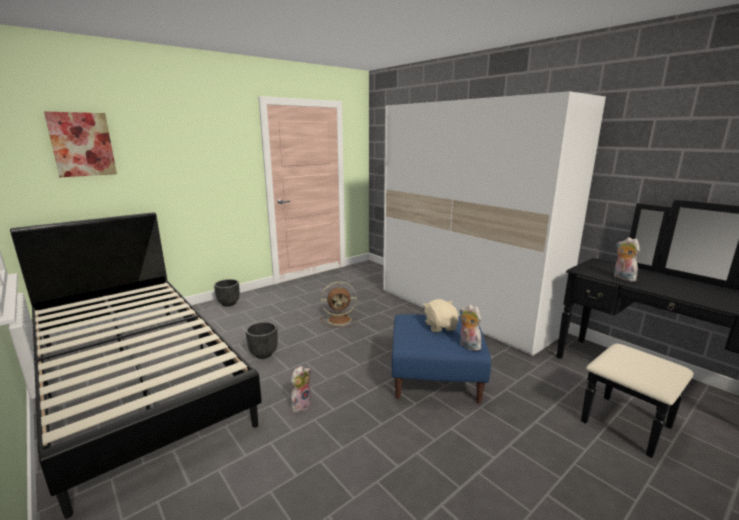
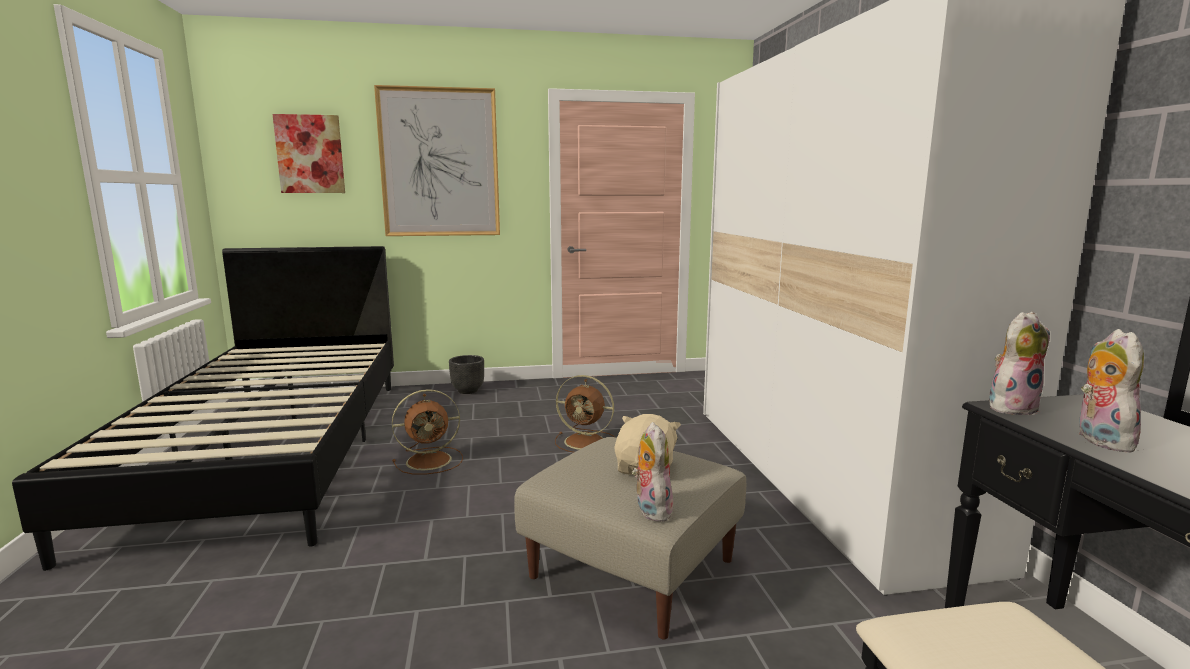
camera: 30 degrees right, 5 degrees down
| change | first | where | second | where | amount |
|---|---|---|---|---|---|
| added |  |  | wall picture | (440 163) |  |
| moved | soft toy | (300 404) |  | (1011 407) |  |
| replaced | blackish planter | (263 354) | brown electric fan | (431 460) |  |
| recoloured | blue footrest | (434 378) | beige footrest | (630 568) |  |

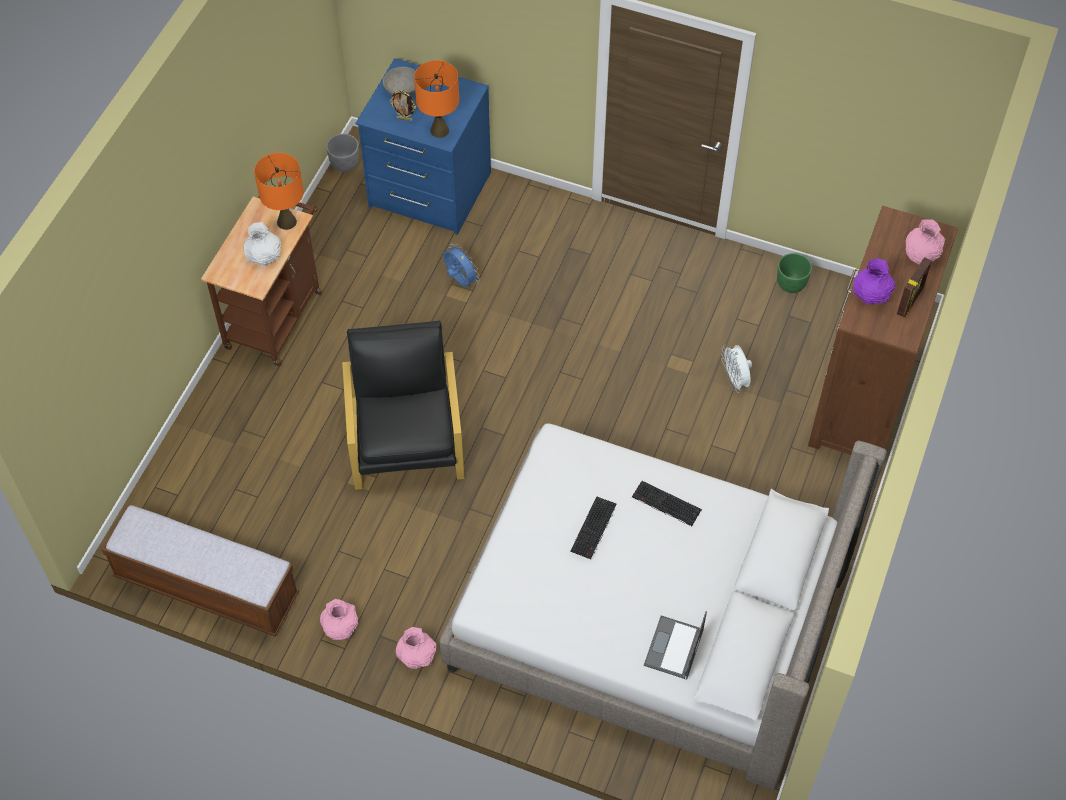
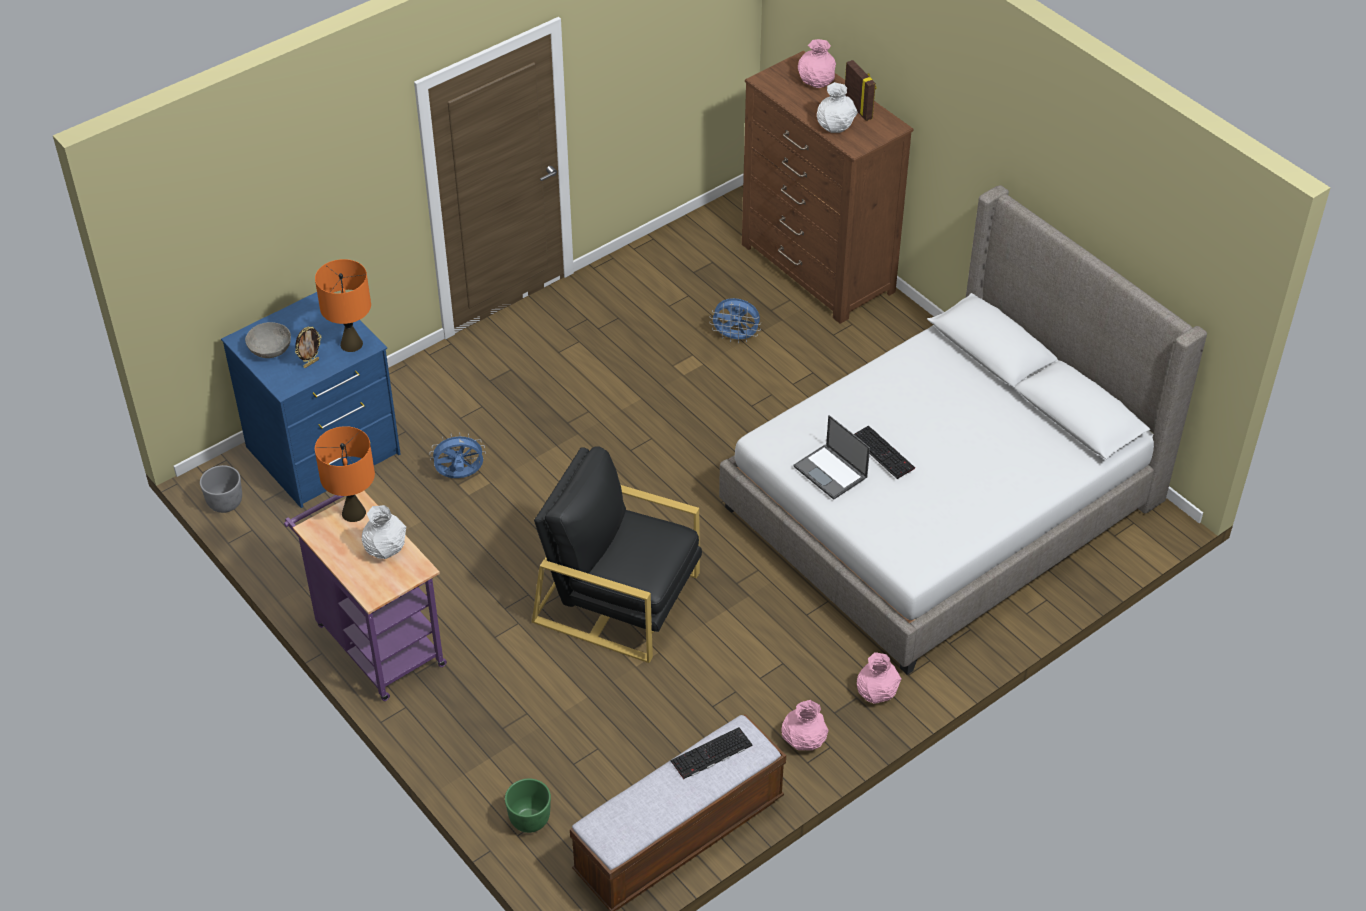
camera: 60 degrees left, 10 degrees down
| change | first | where | second | where | amount |
|---|---|---|---|---|---|
| moved | keyboard | (665 504) |  | (711 754) |  |
| moved | portable computer | (673 648) |  | (831 472) |  |
| moved | greenish planter | (790 284) |  | (529 820) |  |
| recoloured | brown trolley | (276 314) | purple-coloured trolley | (375 640) |  |
| recoloured | white-coloured electric fan | (735 381) | blue electric fan | (736 337) |  |
| recoloured | purple-coloured flower vase | (871 296) | white-coloured flower vase | (835 126) |  |

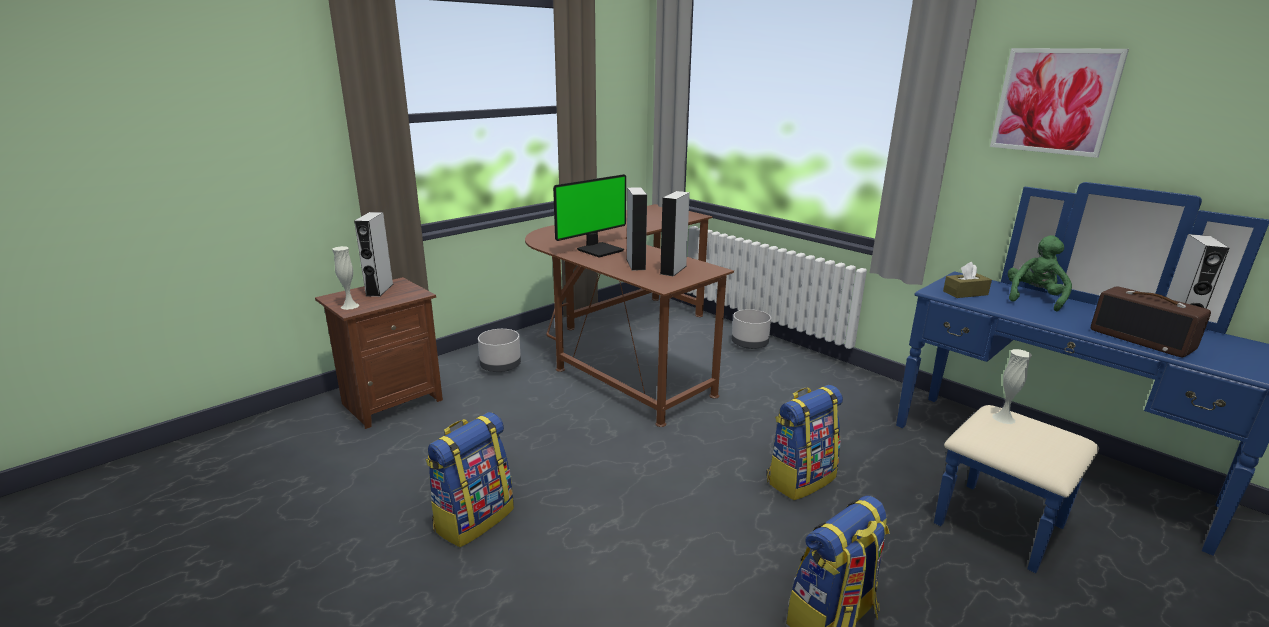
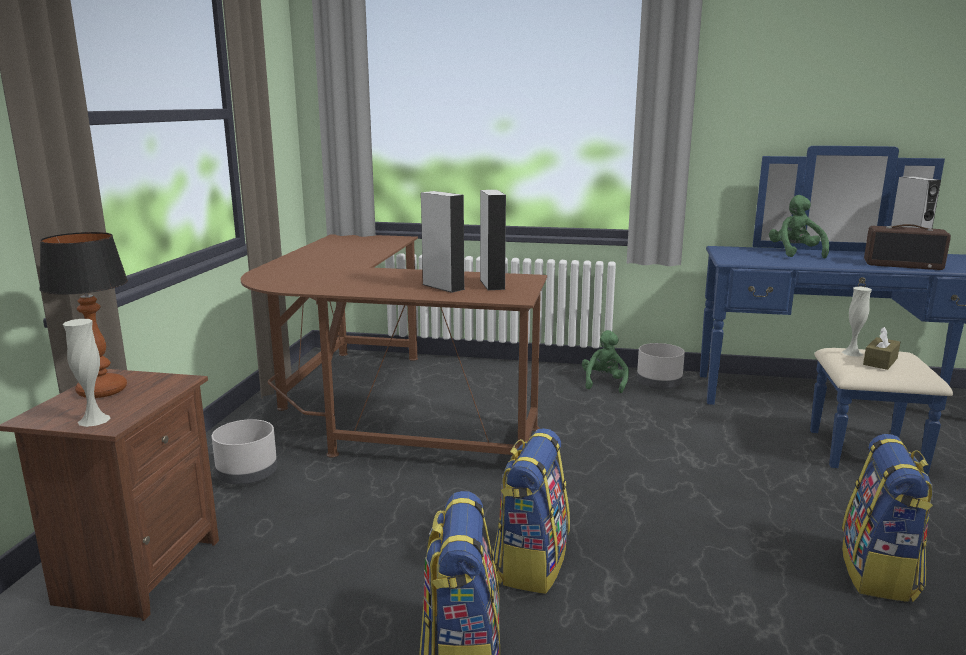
camera: 35 degrees left, 5 degrees down
| change | first | where | second | where | amount |
|---|---|---|---|---|---|
| removed | computer display | (599 250) |  |  |  |
| removed | wall picture | (1054 101) |  |  |  |
| added |  |  | greenish soft toy | (604 383) |  |
| moved | greyish planter | (750 344) |  | (659 384) |  |
| moved | backpack | (800 479) |  | (531 563) |  |
| moved | brown tissue box | (965 293) |  | (880 361) |  |
| replaced | greyish speaker | (379 290) | table lamp | (102 390) |  |

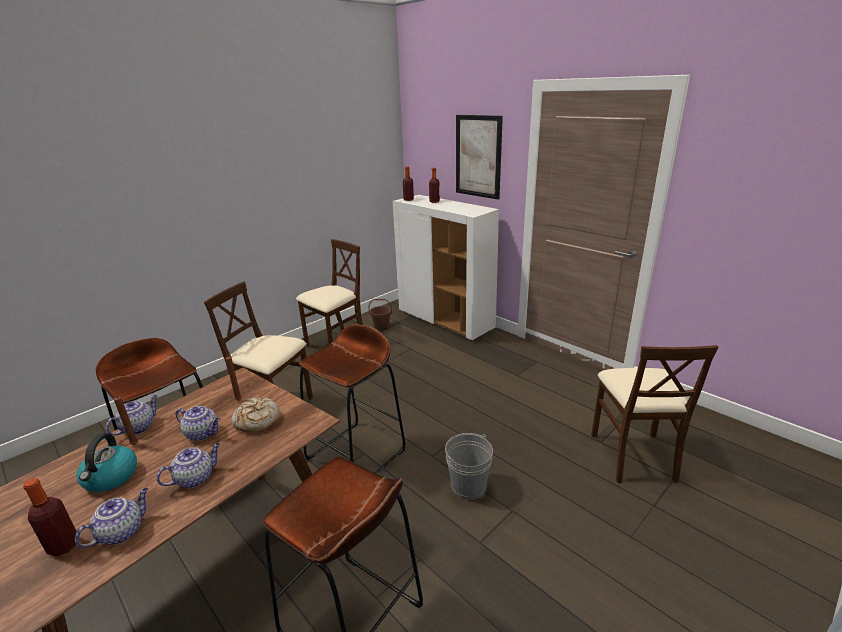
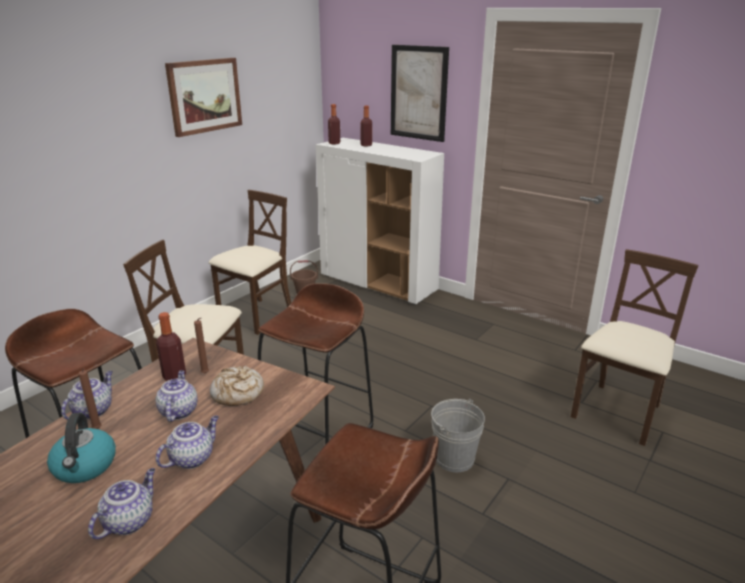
camera: 10 degrees left, 0 degrees up
| change | first | where | second | where | amount |
|---|---|---|---|---|---|
| added |  |  | wall picture | (204 96) |  |
| moved | beverage bottle | (63 546) |  | (174 376) |  |
| turned | pot for tea | (203 433) |  | (178 411) | 105 degrees counterclockwise |
| turned | beige plain chair | (633 455) |  | (617 413) | 135 degrees counterclockwise |

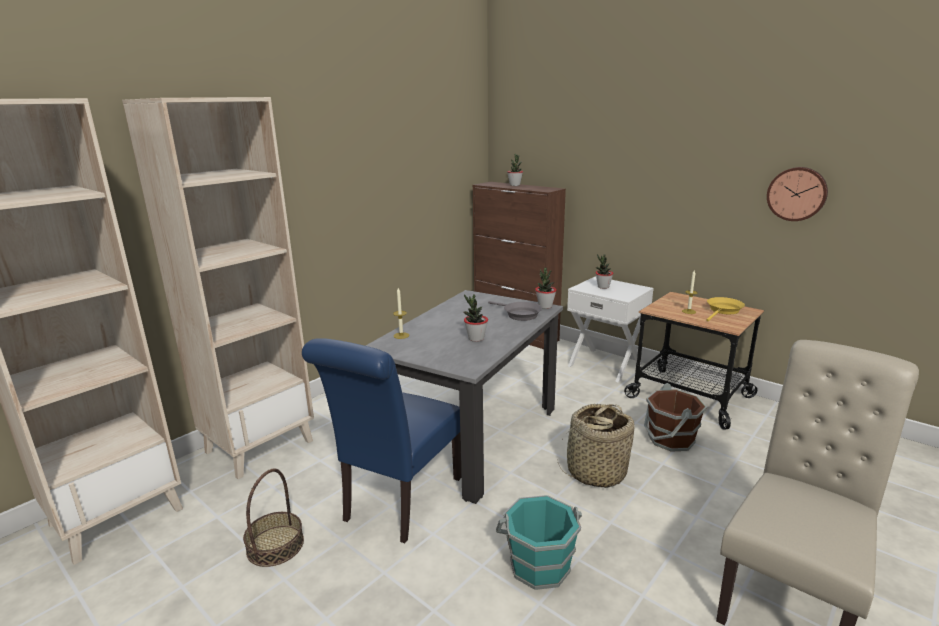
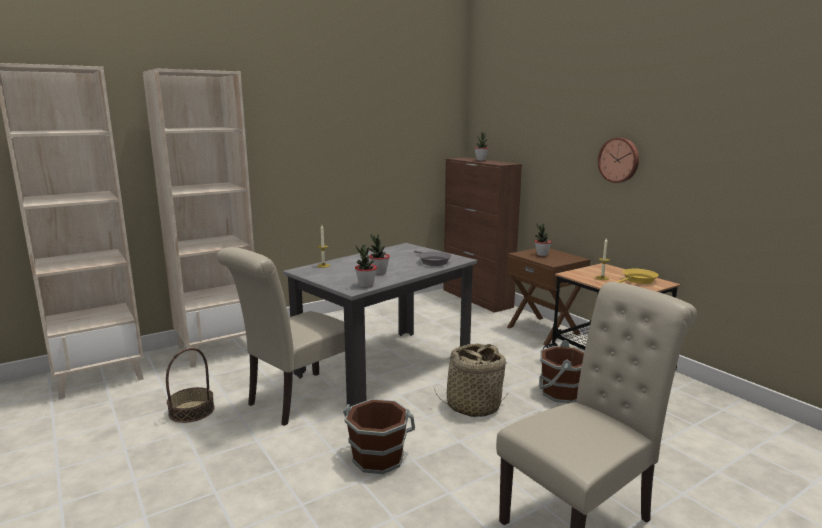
camera: 15 degrees right, 5 degrees down
| change | first | where | second | where | amount |
|---|---|---|---|---|---|
| moved | potted plant | (545 306) |  | (366 285) |  |
| moved | hanging clock | (797 194) |  | (619 160) |  |
| recoloured | blue plain chair | (398 502) | beige plain chair | (296 400) |  |
| recoloured | blue-green pail | (539 565) | brown pail | (378 457) |  |
| recoloured | white-coloured bedside table | (605 364) | brown bedside table | (544 330) |  |

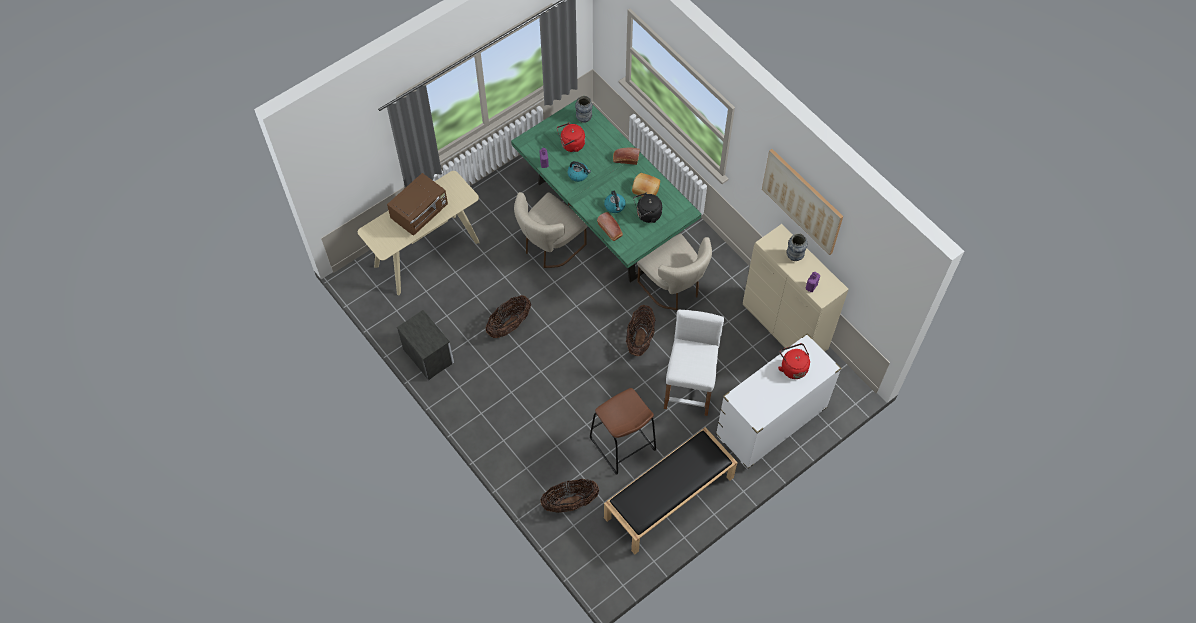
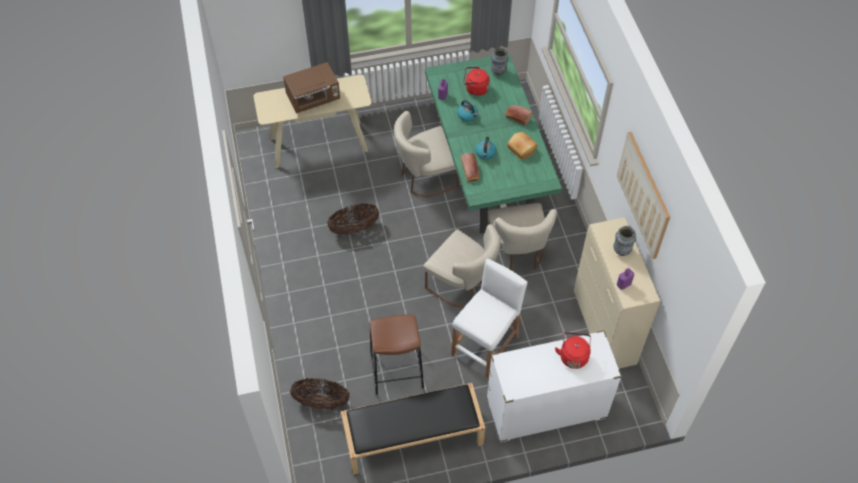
camera: 25 degrees right, 5 degrees down
| change | first | where | second | where | amount |
|---|---|---|---|---|---|
| removed | bedside table | (428 355) |  |  |  |
| removed | blackish water kettle | (647 215) |  |  |  |
| replaced | household basket | (640 339) | beige plain chair | (463 285) |  |

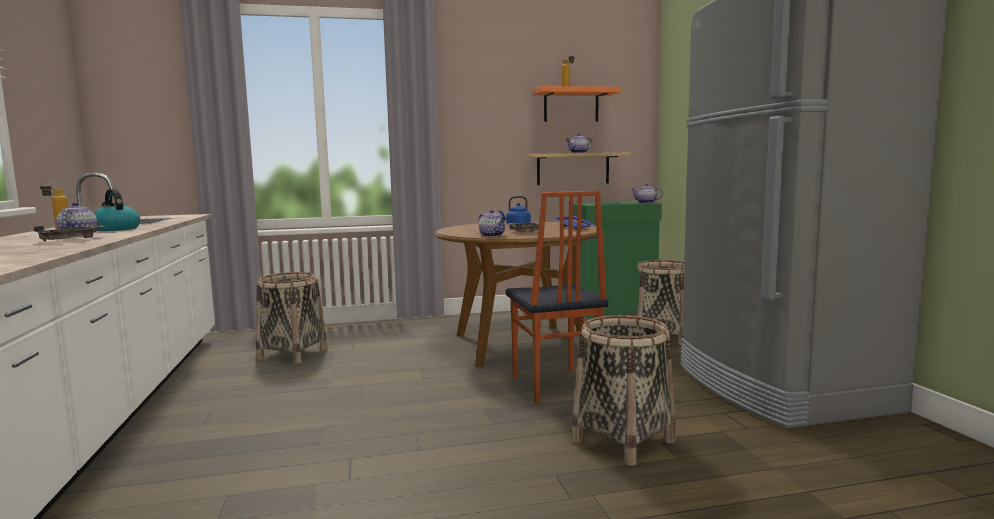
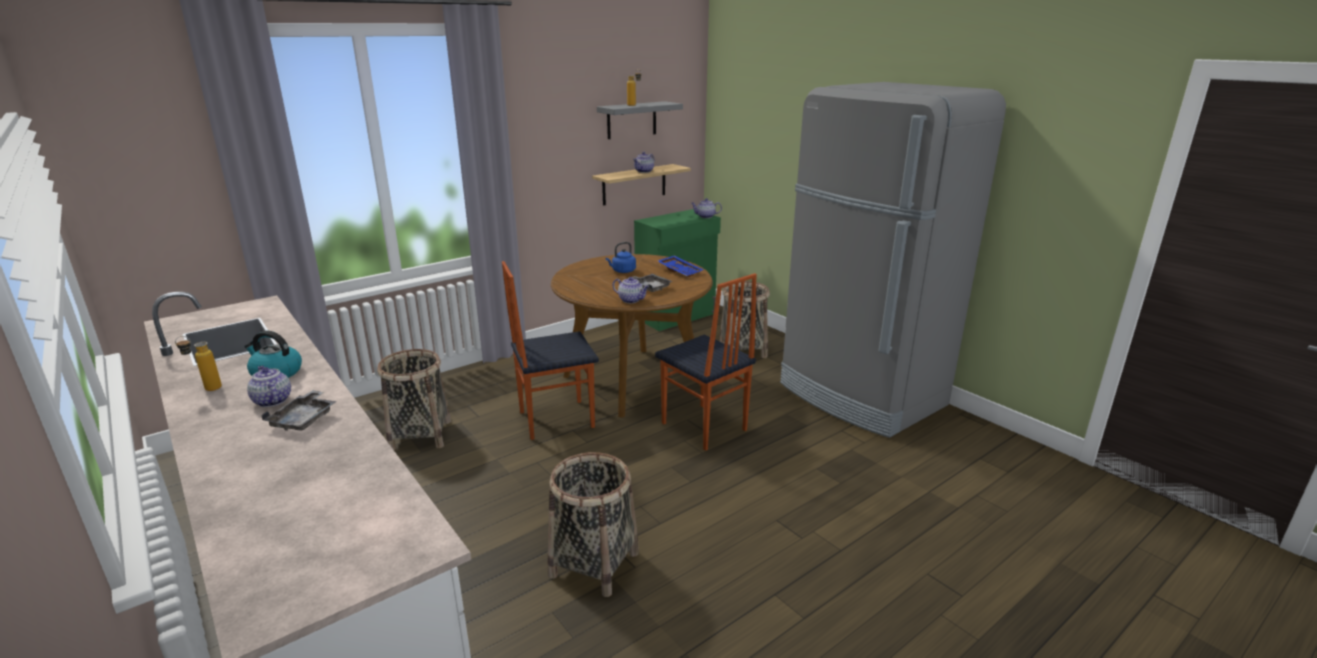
camera: 25 degrees left, 15 degrees up
| change | first | where | second | where | amount |
|---|---|---|---|---|---|
| added |  |  | plain chair | (555 419) |  |
| moved | household basket | (623 441) |  | (594 564) |  |
| recoloured | orange-coloured wall shelf | (571 106) | greyish wall shelf | (631 120) |  |

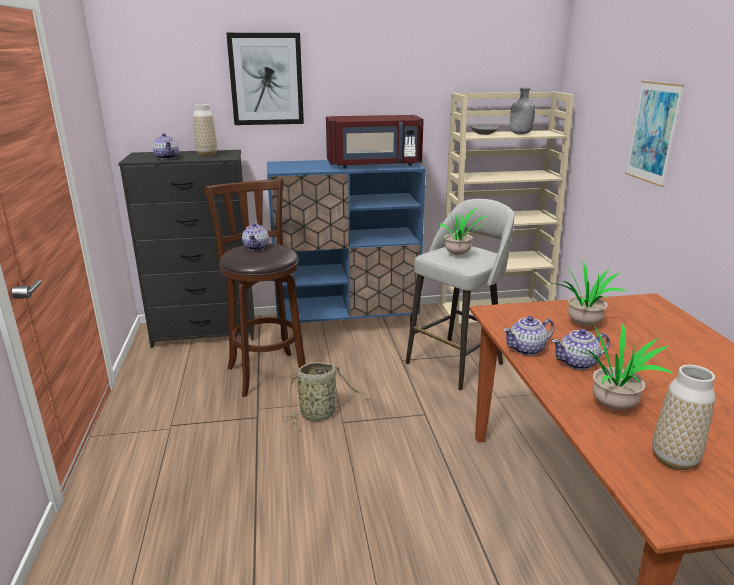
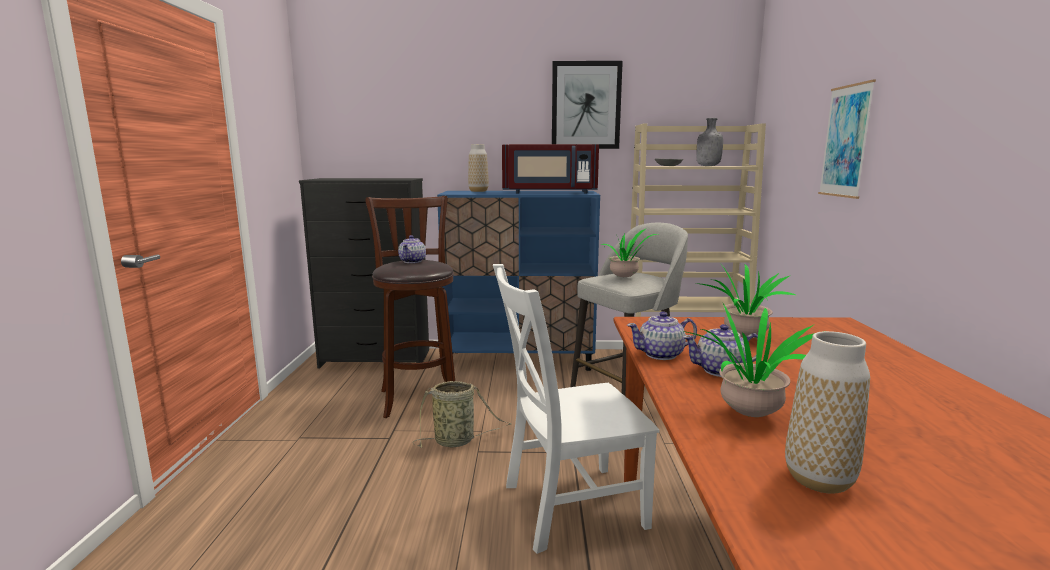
camera: 10 degrees right, 10 degrees down
| change | first | where | second | where | amount |
|---|---|---|---|---|---|
| removed | pot for tea | (167 158) |  |  |  |
| added |  |  | white-coloured plain chair | (567 506) |  |
| moved | flower vase | (207 154) |  | (478 191) |  |
| moved | wall picture | (266 79) |  | (586 105) |  |

